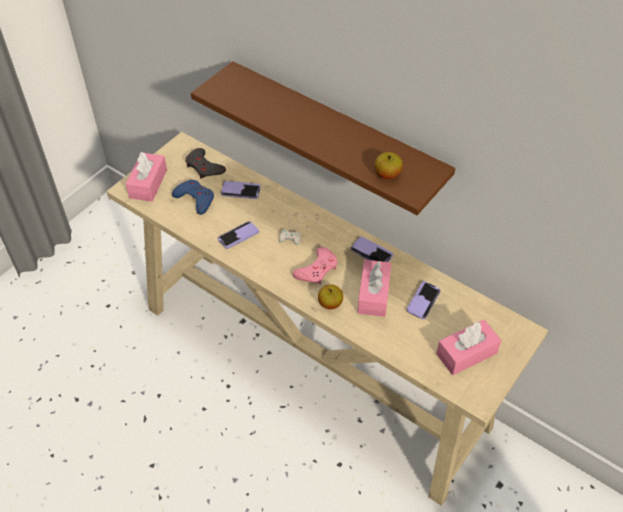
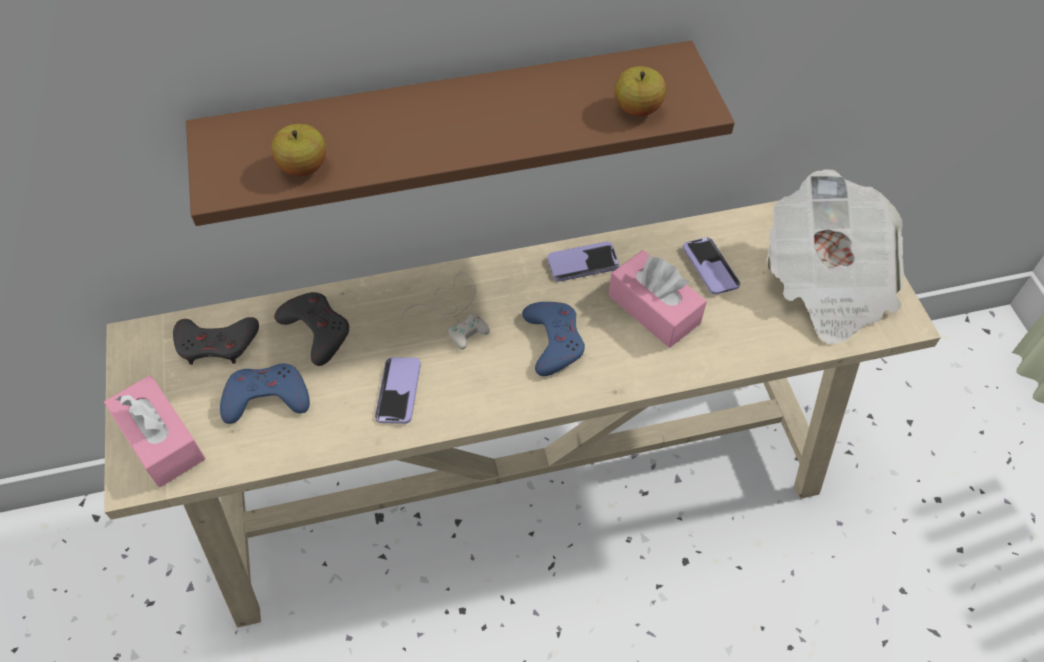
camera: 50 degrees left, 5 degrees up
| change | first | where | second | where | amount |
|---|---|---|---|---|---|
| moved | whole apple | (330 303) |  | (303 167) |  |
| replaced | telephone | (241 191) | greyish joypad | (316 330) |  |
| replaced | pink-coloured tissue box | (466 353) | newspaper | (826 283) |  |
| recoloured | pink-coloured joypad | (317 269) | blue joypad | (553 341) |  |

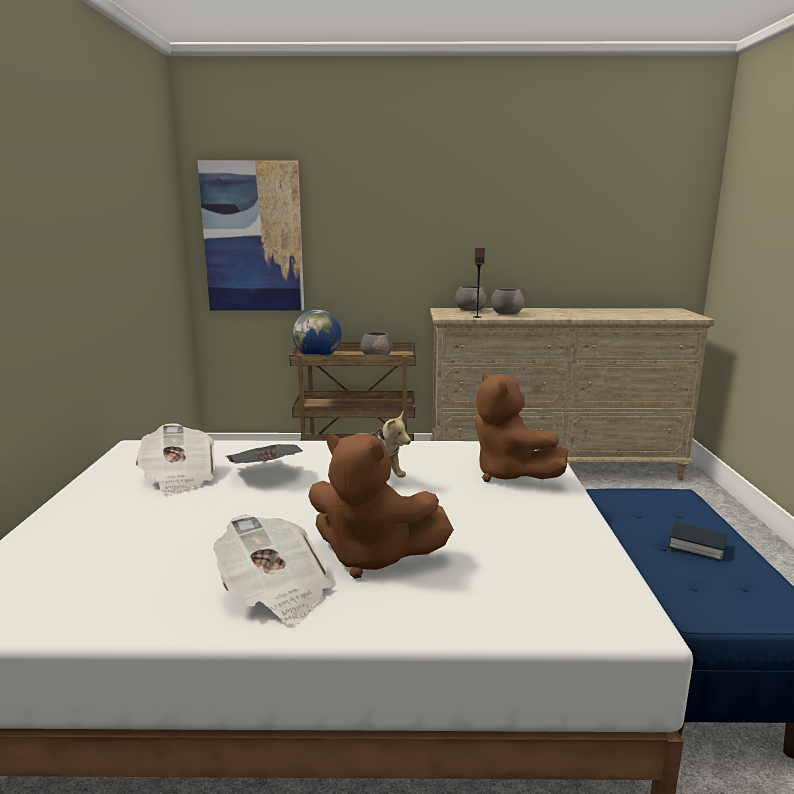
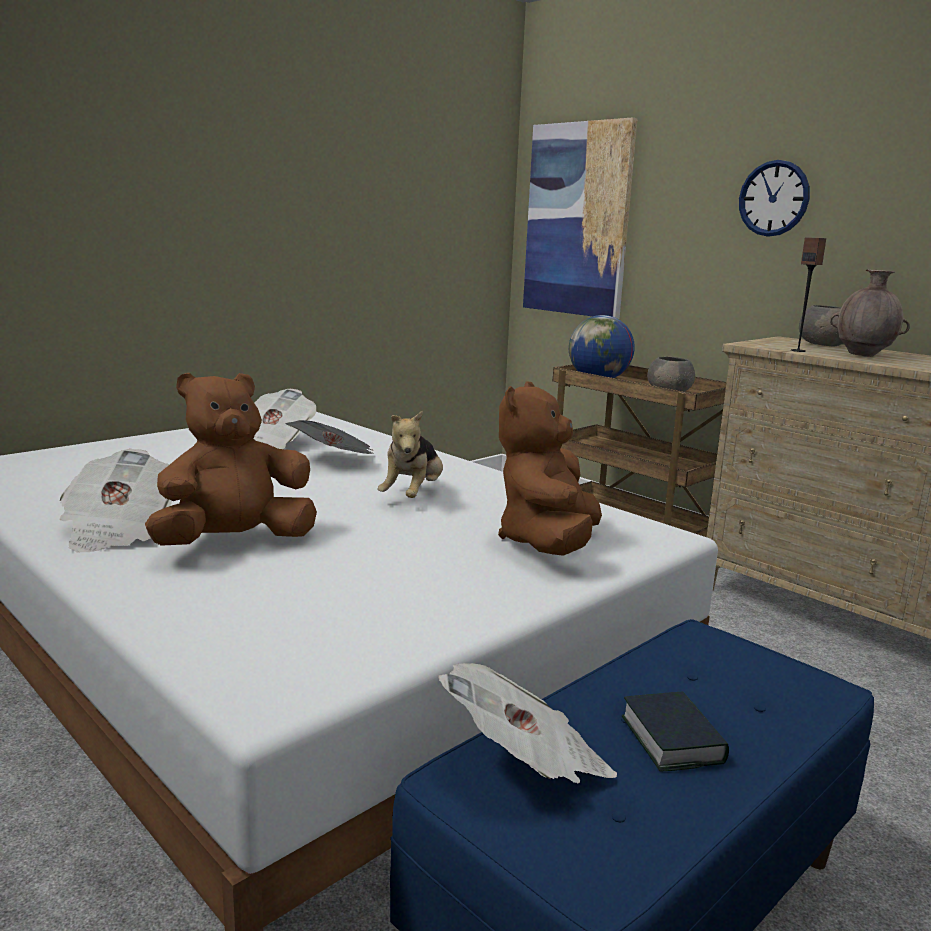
camera: 45 degrees right, 0 degrees up
| change | first | where | second | where | amount |
|---|---|---|---|---|---|
| added |  |  | newspaper | (526 764) |  |
| added |  |  | hanging clock | (773 198) |  |
| replaced | greyish serving bowl | (506 314) | brown flower vase | (863 355) |  |
| turned | brown soft toy | (372 557) |  | (235 542) | 75 degrees clockwise |

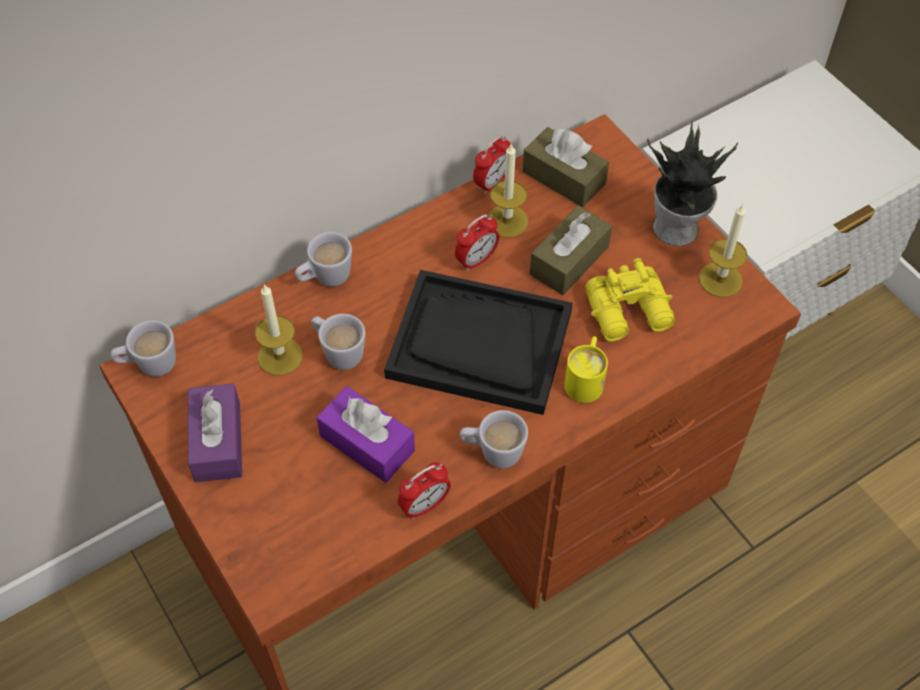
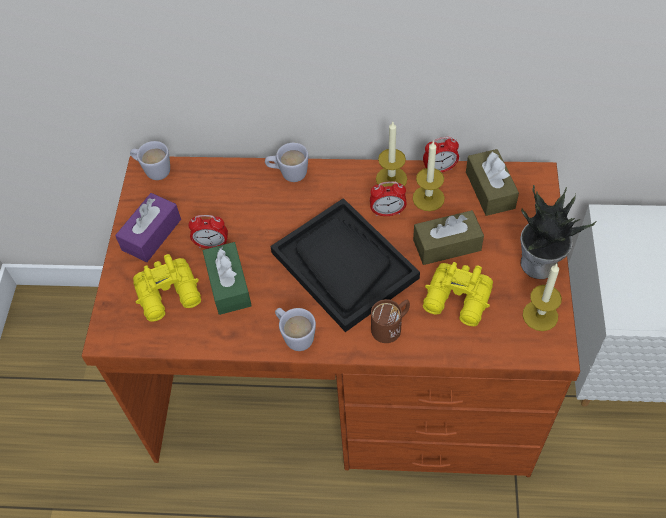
camera: 40 degrees right, 0 degrees up
| change | first | where | second | where | amount |
|---|---|---|---|---|---|
| removed | white-coloured coffee mug | (338 352) |  |  |  |
| added |  |  | yellow-coloured field glasses | (170 295) |  |
| moved | wax candle | (280 356) |  | (391 179) |  |
| moved | table clock | (424 505) |  | (212 244) |  |
| recoloured | purple-coloured tissue box | (367 443) | greenish tissue box | (228 285) |  |
| recoloured | yellow-coloured coffee mug | (585 379) | brown coffee mug | (391 326) |  |

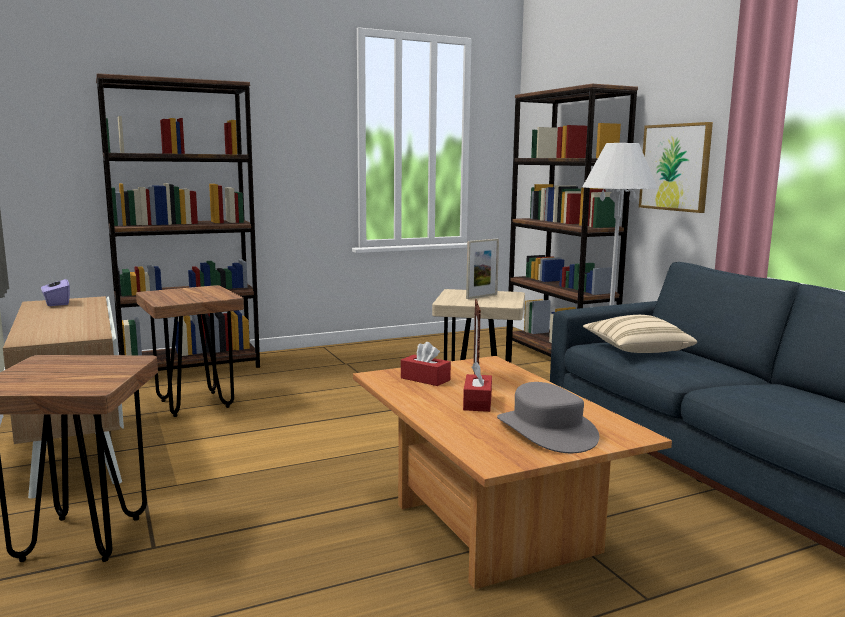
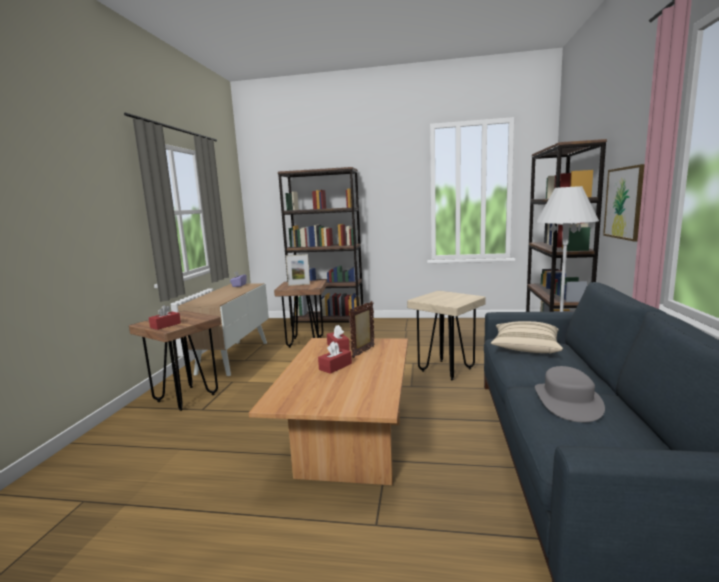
camera: 35 degrees right, 0 degrees up
| change | first | where | second | where | amount |
|---|---|---|---|---|---|
| added |  |  | reddish tissue box | (165 325) |  |
| moved | photo frame | (481 296) |  | (299 285) |  |
| moved | greyish clothing hat | (547 431) |  | (567 402) |  |

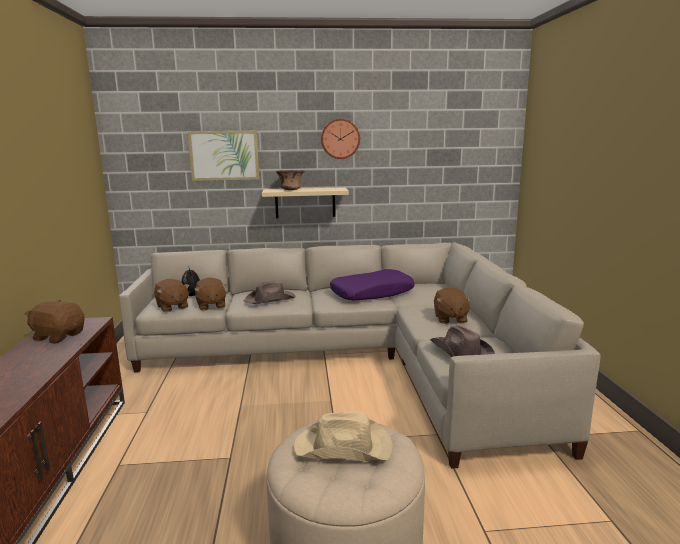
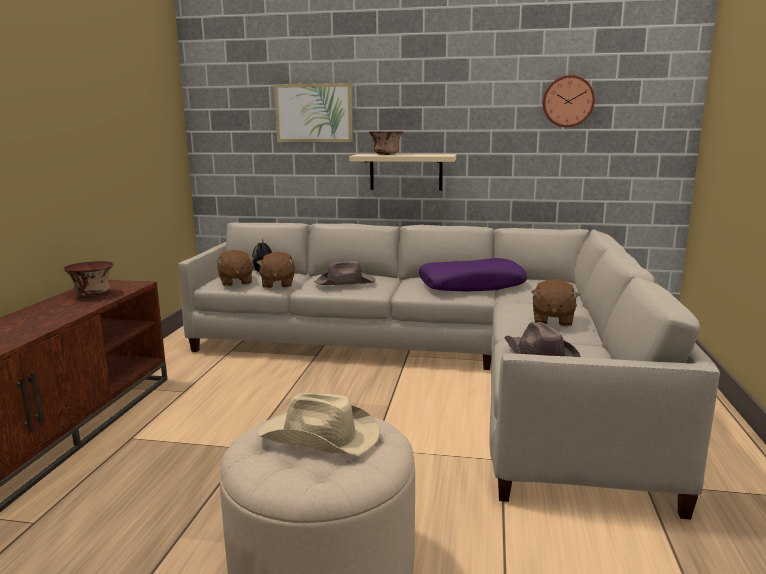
camera: 15 degrees right, 0 degrees up
| change | first | where | second | where | amount |
|---|---|---|---|---|---|
| moved | hanging clock | (340 139) |  | (567 101) |  |
| replaced | brown soft toy | (59 336) | serving bowl | (92 294) |  |

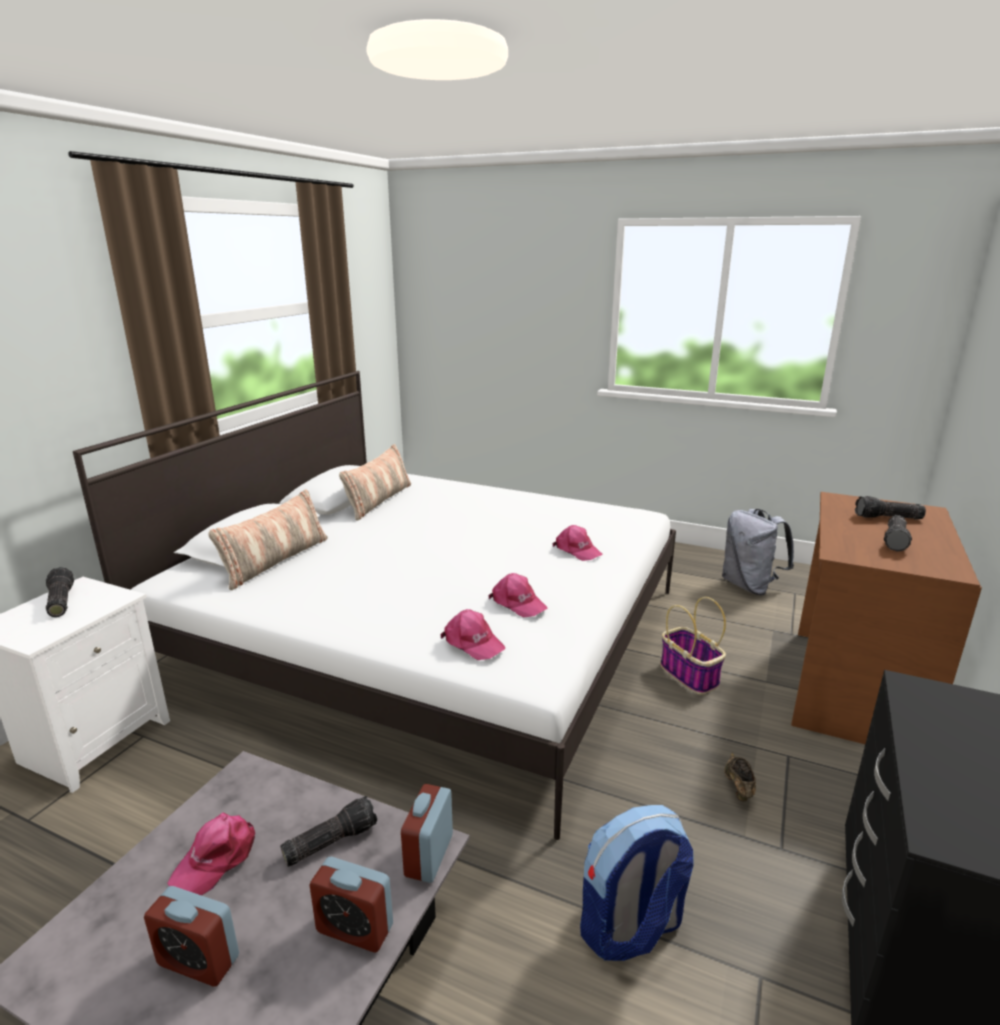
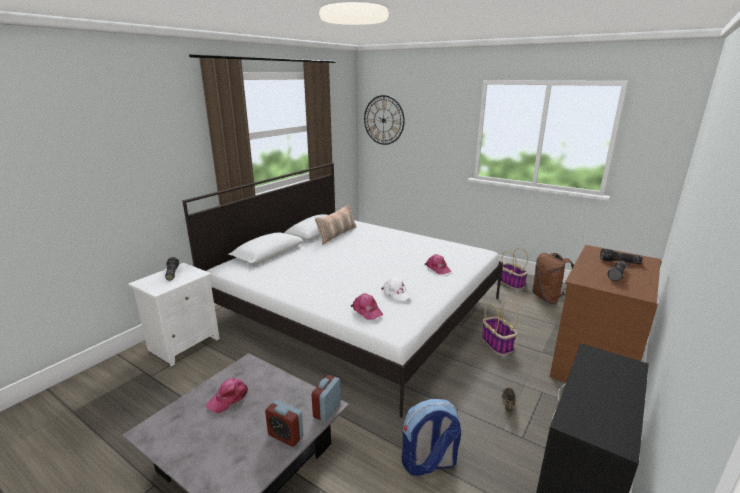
camera: 10 degrees right, 0 degrees up
| change | first | where | second | where | amount |
|---|---|---|---|---|---|
| removed | table clock | (198 961) |  |  |  |
| removed | throw pillow | (275 561) |  |  |  |
| removed | hand torch | (331 840) |  |  |  |
| added |  |  | hanging clock | (383 120) |  |
| added |  |  | household basket | (511 283) |  |
| recoloured | pink-coloured baseball cap | (517 603) | white-coloured baseball cap | (396 293) |  |
| recoloured | greyish backpack | (750 586) | brown backpack | (549 298) |  |

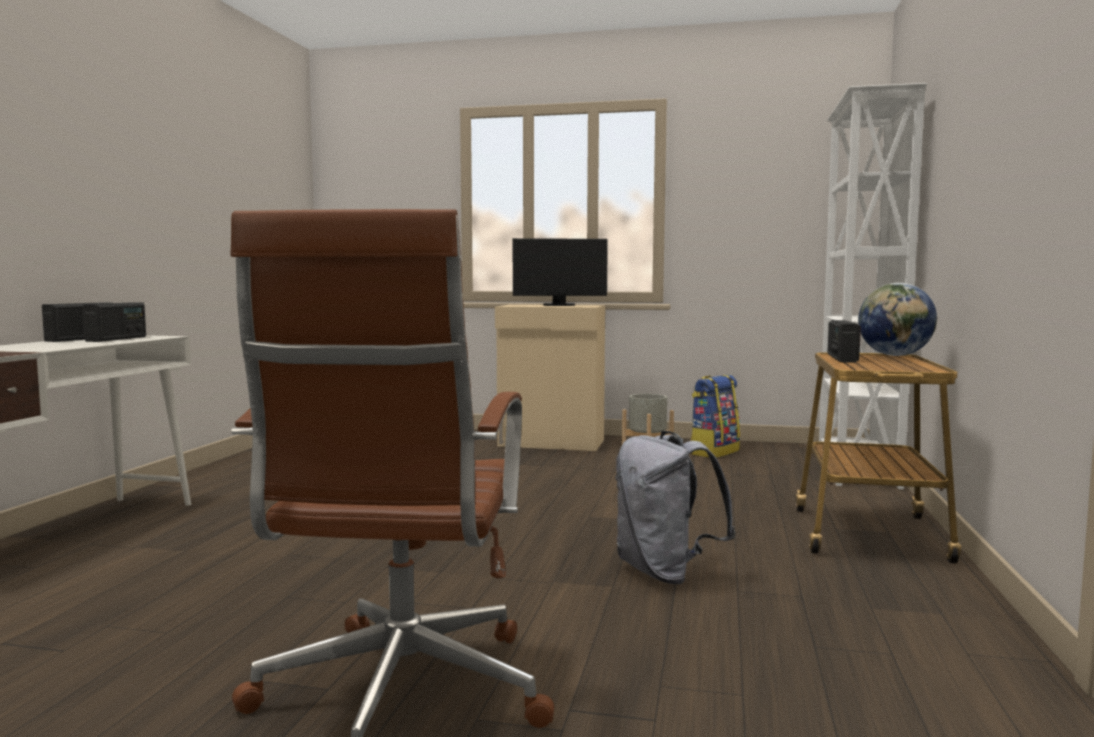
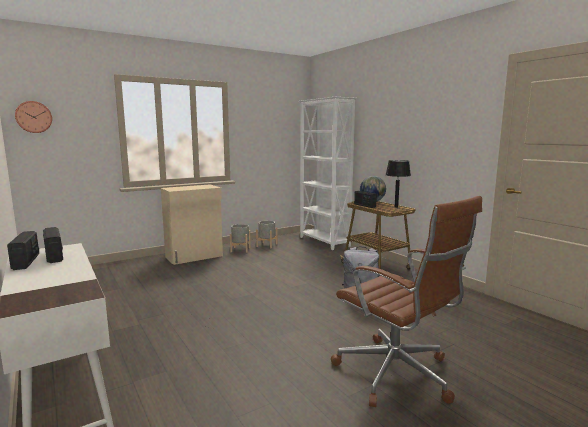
camera: 45 degrees left, 5 degrees up
| change | first | where | second | where | amount |
|---|---|---|---|---|---|
| removed | computer display | (559 305) |  |  |  |
| added |  |  | hanging clock | (33 117) |  |
| added |  |  | blackish table lamp | (396 207) |  |
| replaced | backpack | (713 452) | greyish planter | (267 245) |  |

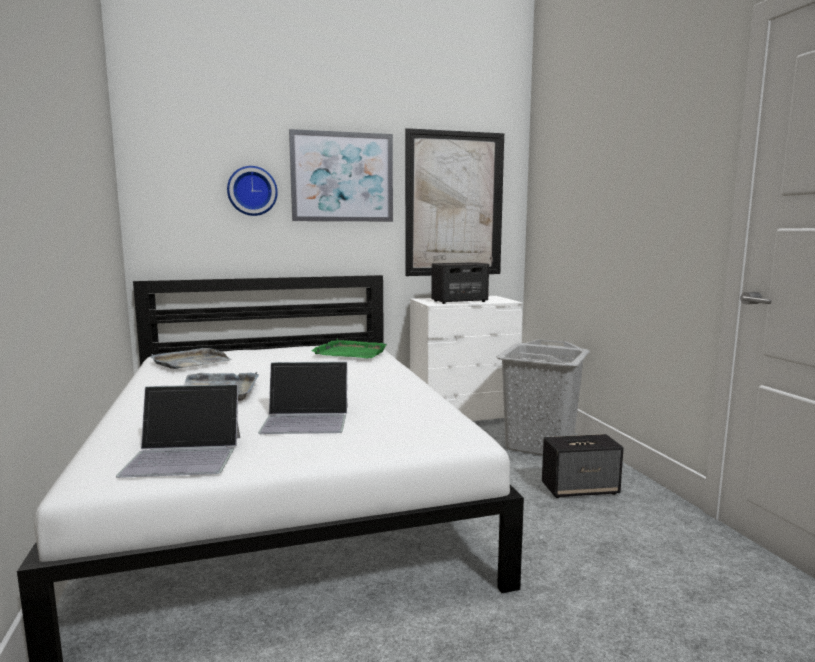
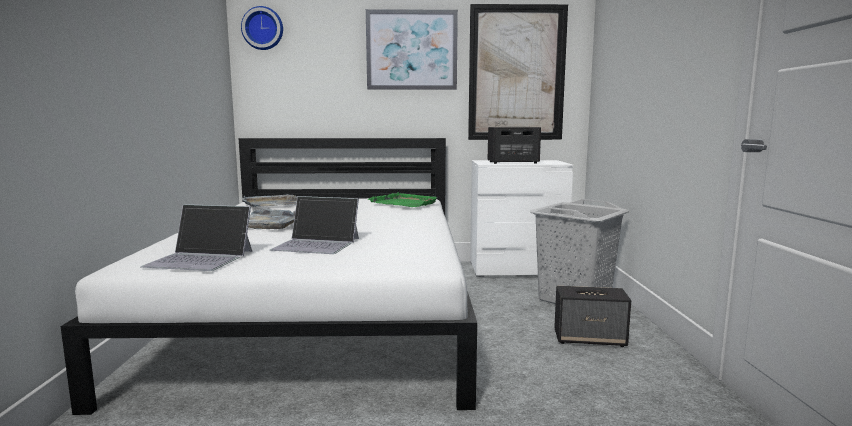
camera: 15 degrees right, 0 degrees up
| change | first | where | second | where | amount |
|---|---|---|---|---|---|
| moved | hanging clock | (252 191) |  | (263 28) |  |

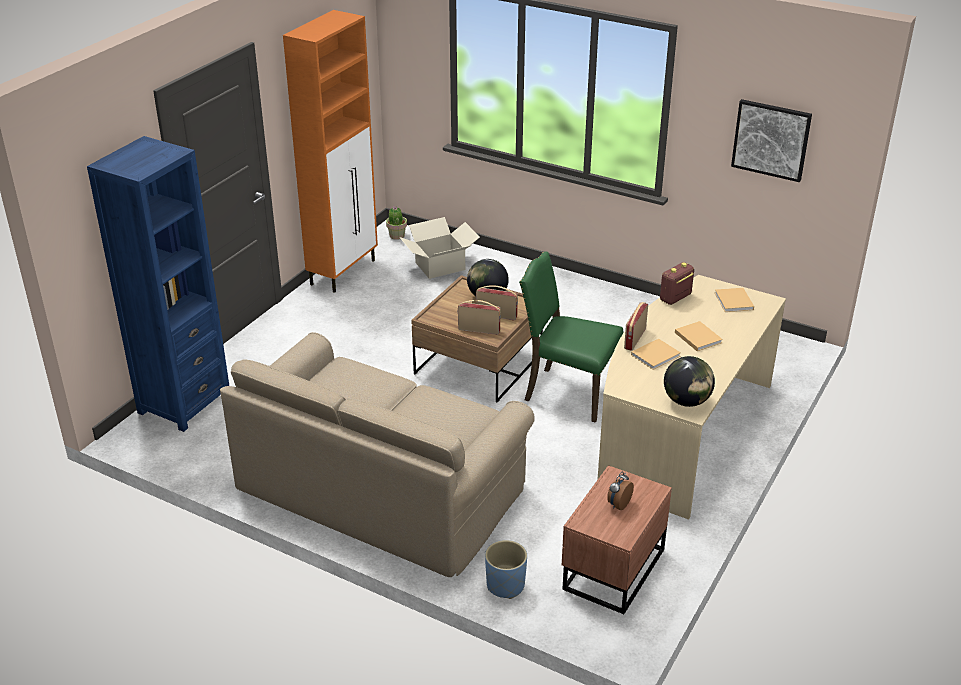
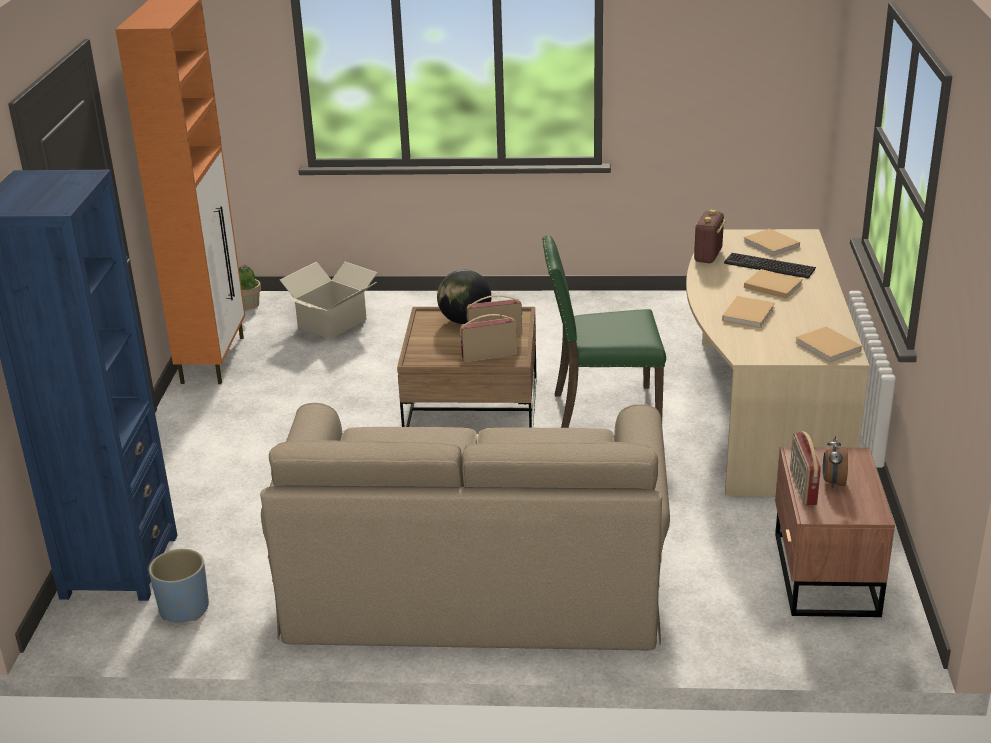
camera: 25 degrees left, 5 degrees down
| change | first | where | second | where | amount |
|---|---|---|---|---|---|
| removed | wall picture | (771 139) |  |  |  |
| added |  |  | keyboard | (770 266) |  |
| moved | blue planter | (505 585) |  | (184 609) |  |
| moved | radio set | (634 339) |  | (802 487) |  |
| replaced | globe | (686 401) | beige volume | (829 347) |  |

